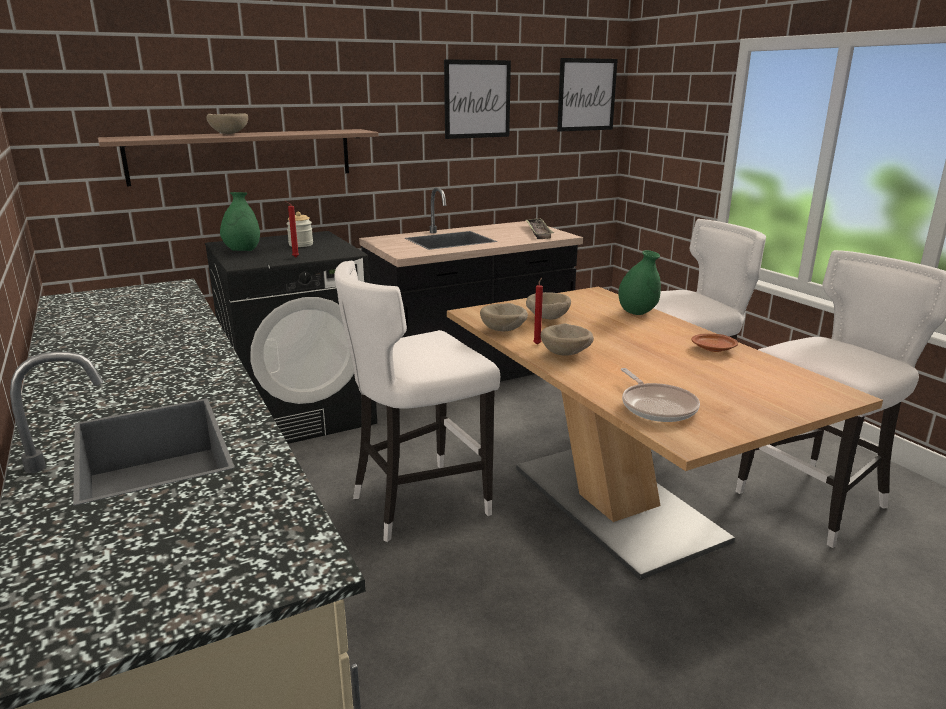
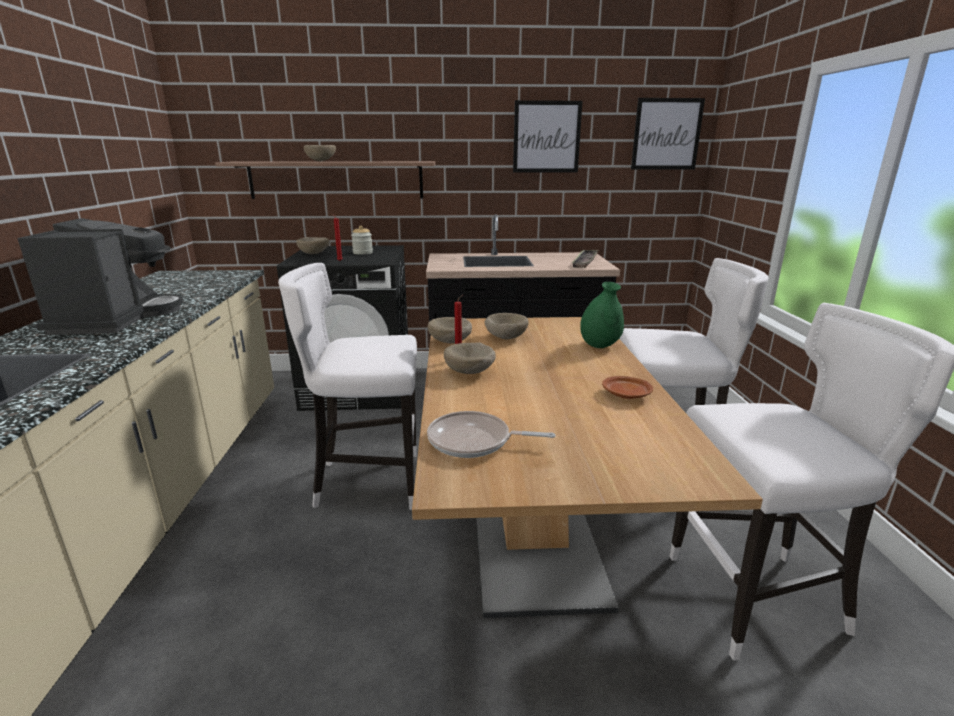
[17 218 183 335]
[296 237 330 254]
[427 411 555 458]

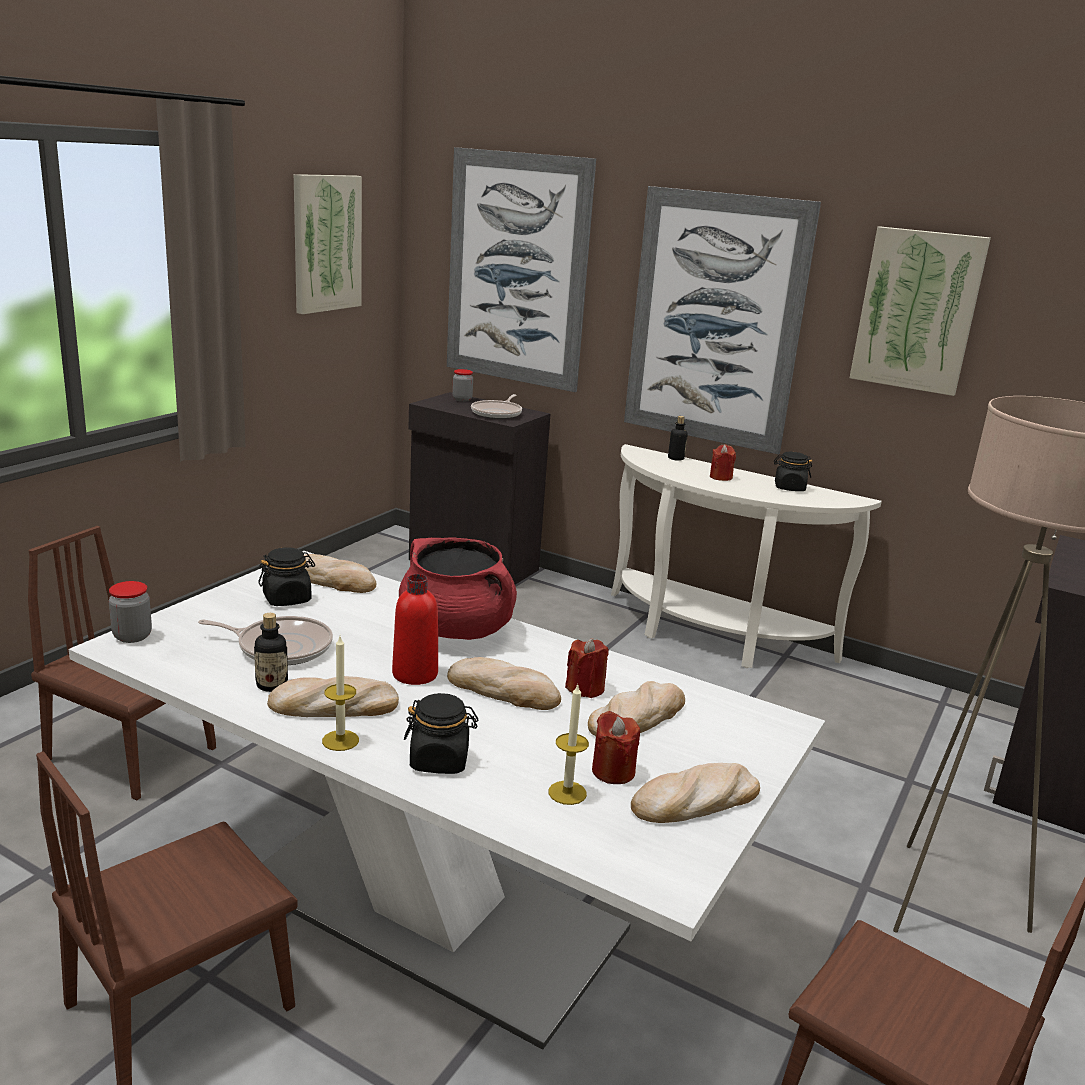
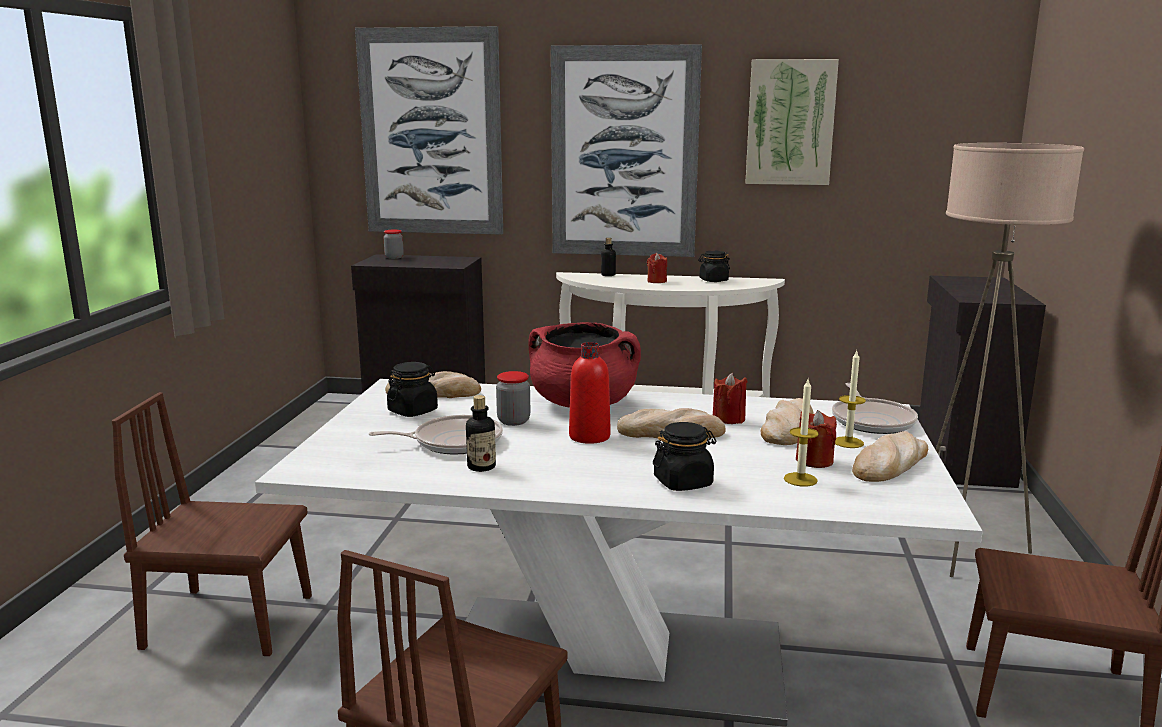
[267 676 399 717] (first image)
[294 174 362 314] (first image)
[496 371 530 426]
[835 351 866 448]
[832 383 918 434]

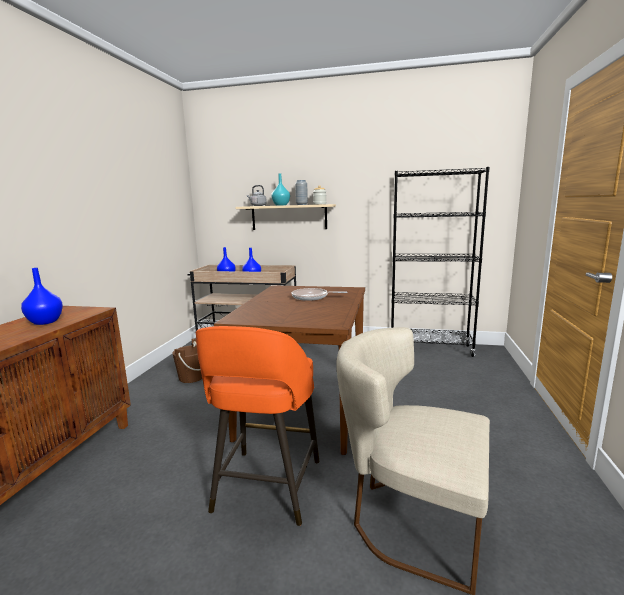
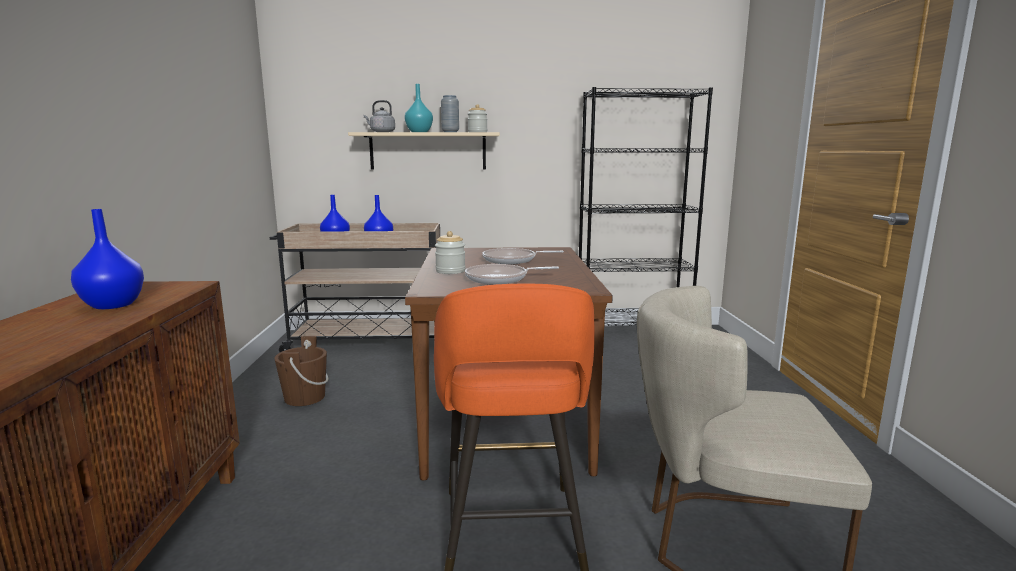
[435 231 466 274]
[465 264 559 285]

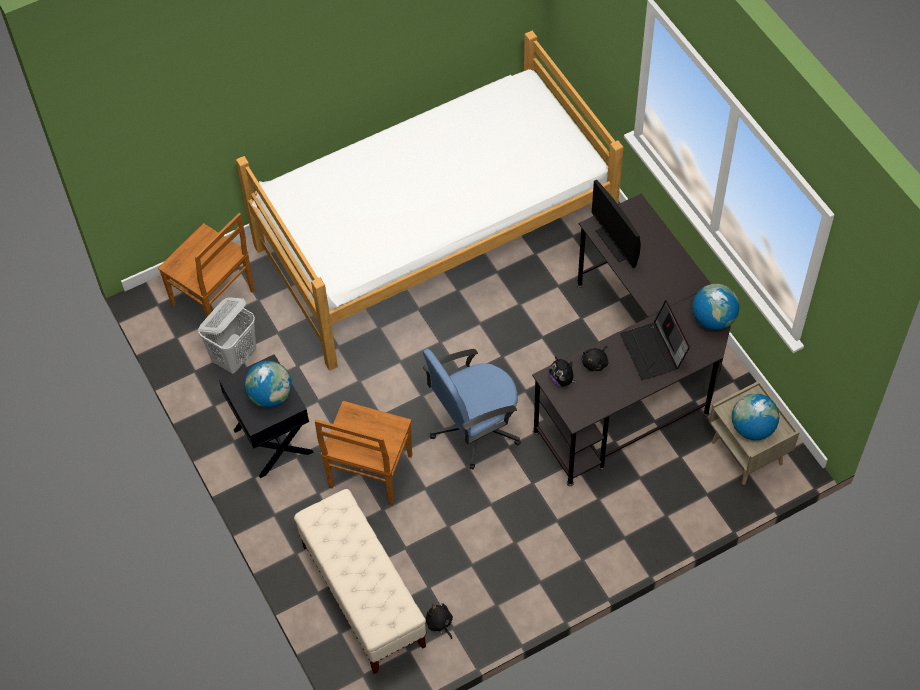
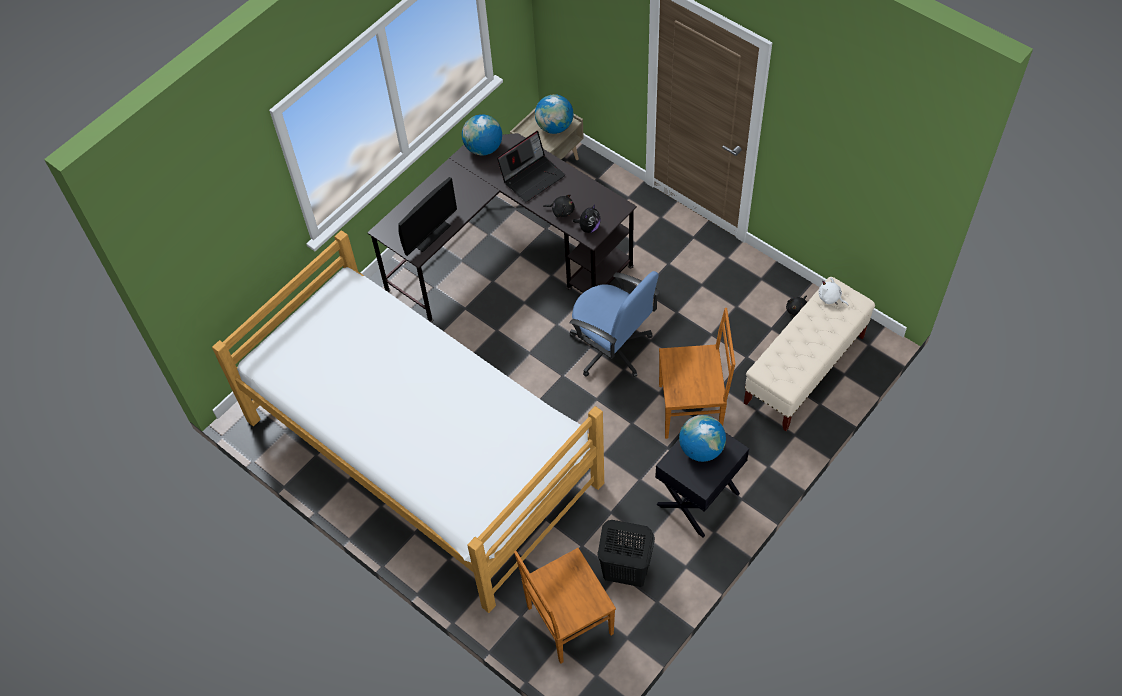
[819 278 848 306]
[597 520 655 587]
[514 548 616 664]

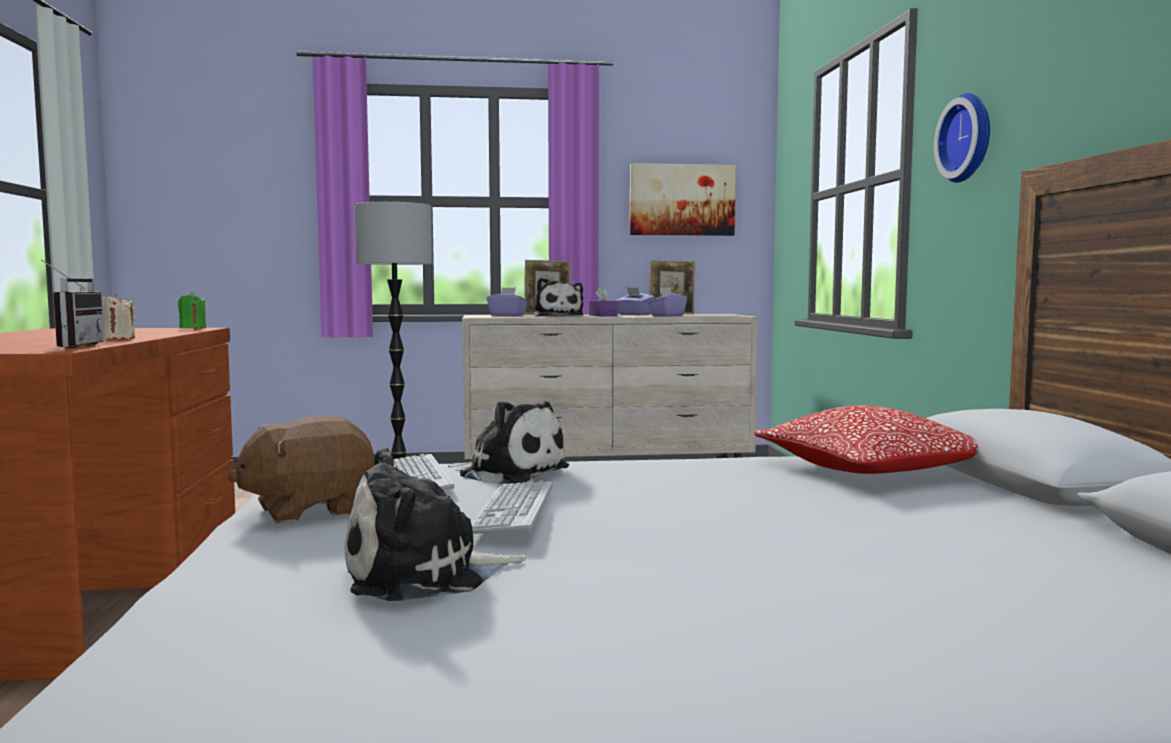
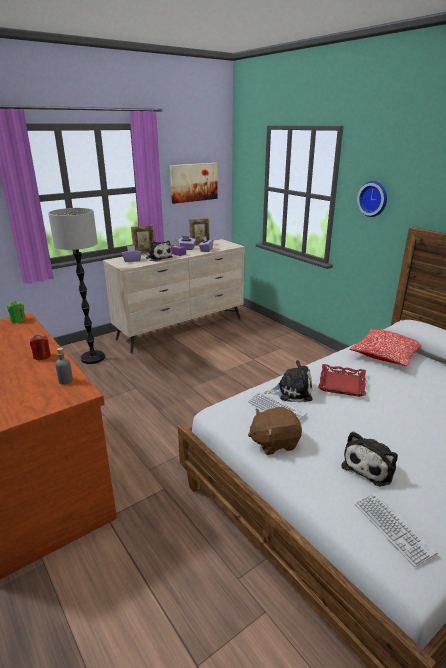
[318 364 366 397]
[355 493 438 567]
[55 348 73 385]
[30 334 51 360]
[248 407 302 455]

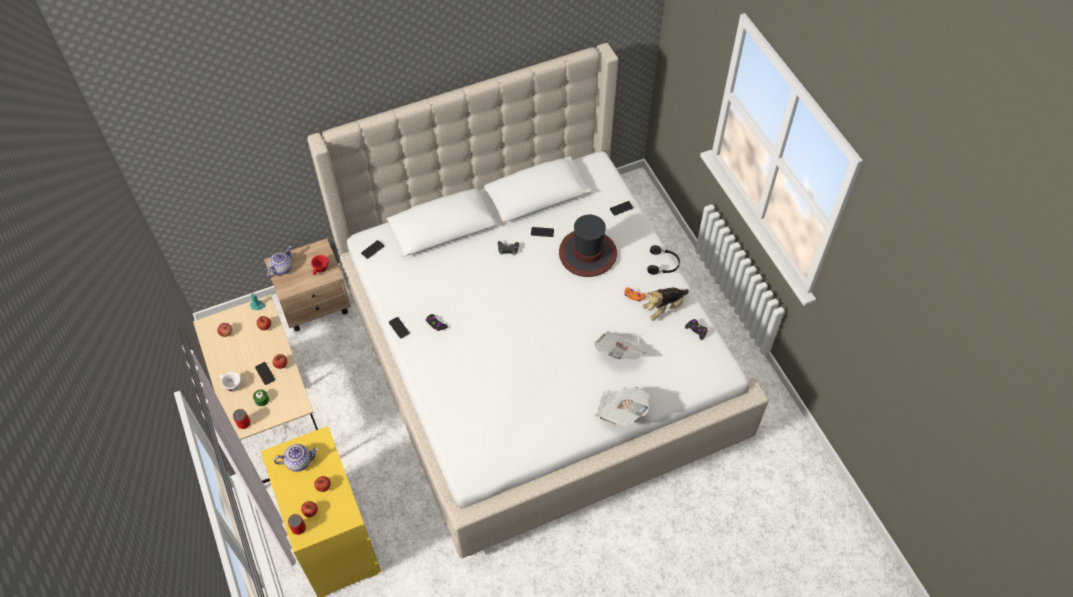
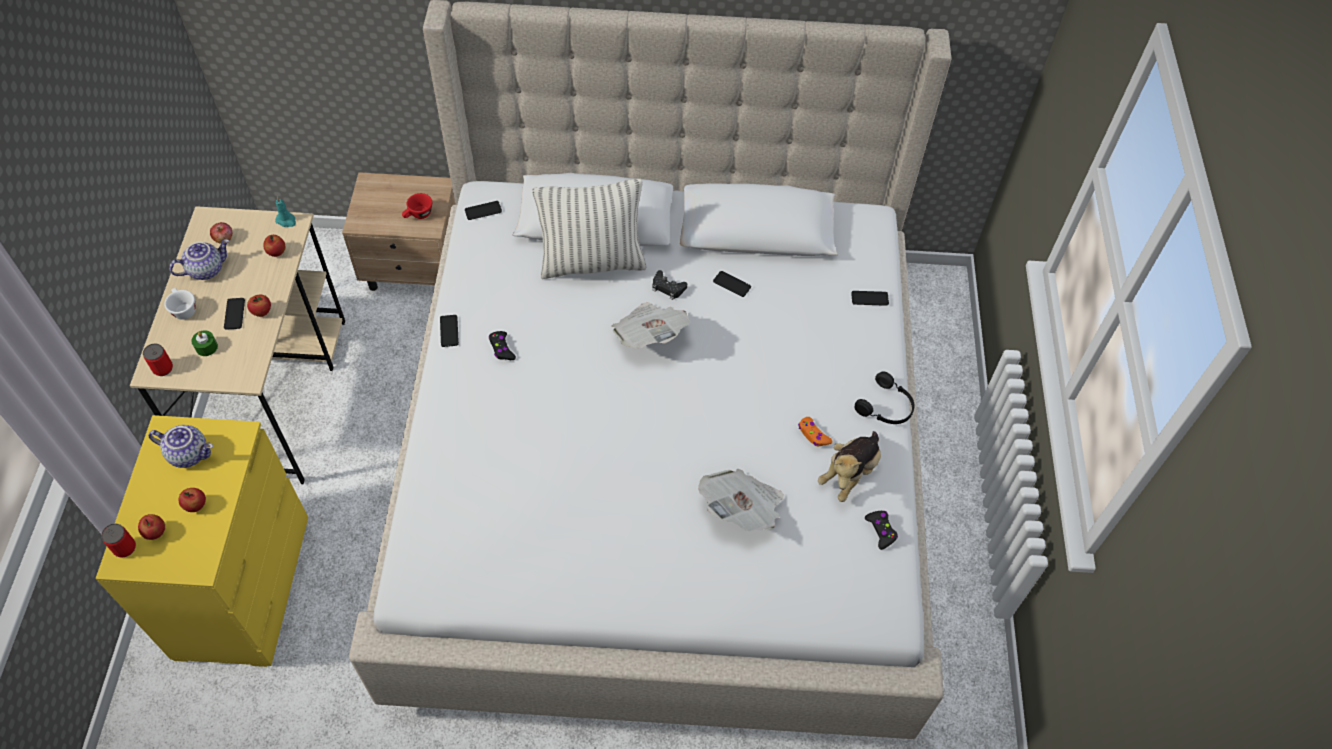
[559 215 617 277] (first image)
[532 179 646 279]
[169 239 229 280]
[611 302 691 348]
[818 431 881 502]

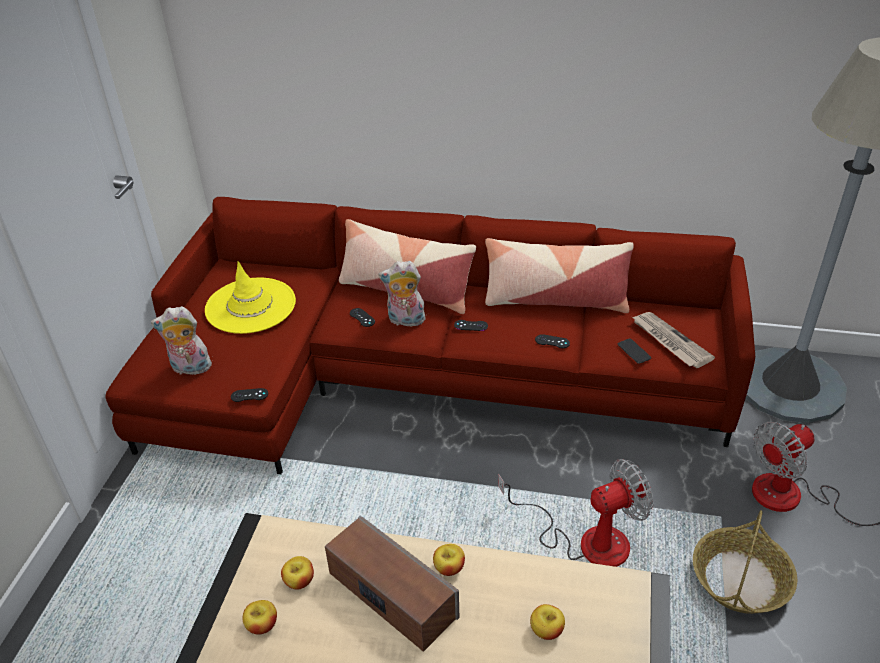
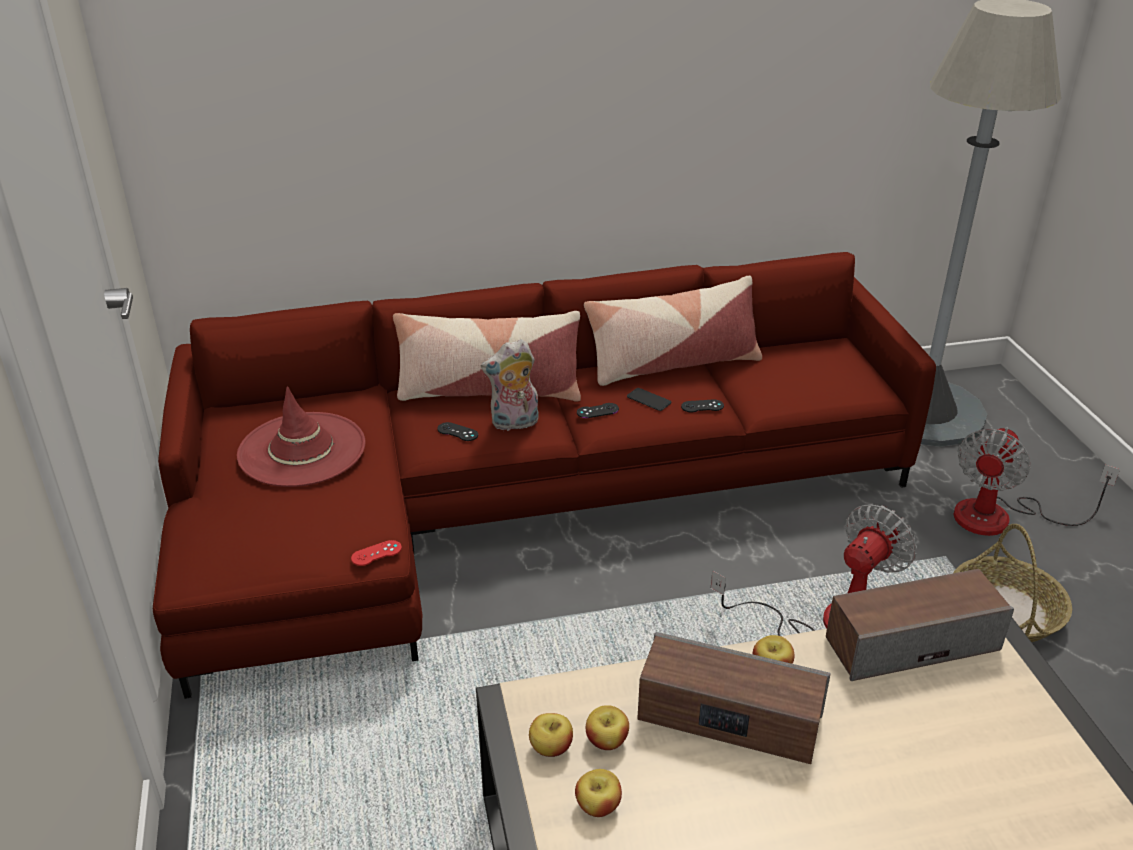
[151 306 212 375] (first image)
[632 312 715 368] (first image)
[826 569 1014 681]
[529 713 573 757]
[627 388 671 411]
[237 386 366 487]
[351 540 402 566]

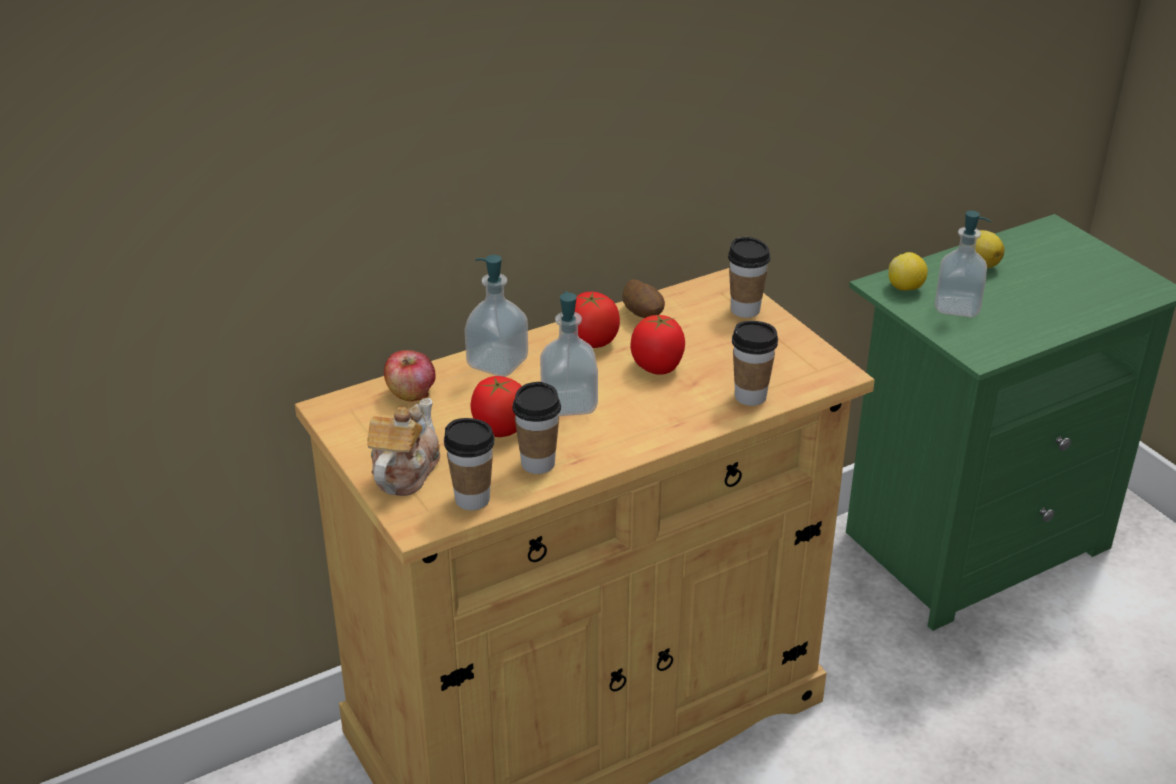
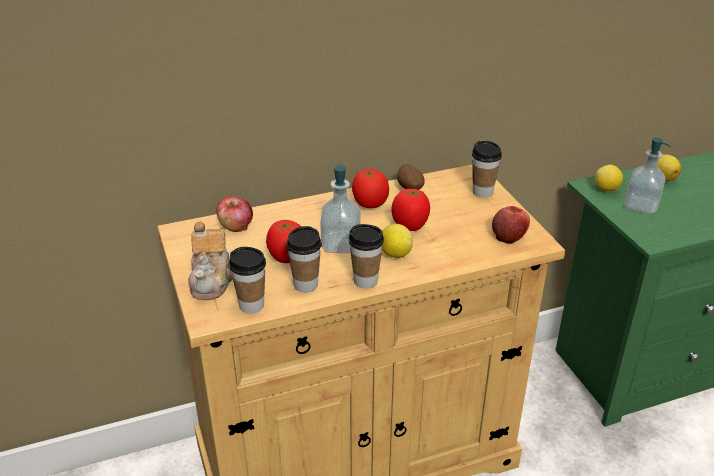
[464 255 528 377] (first image)
[382 224 413 258]
[492 206 530 244]
[349 224 384 288]
[188 221 233 300]

